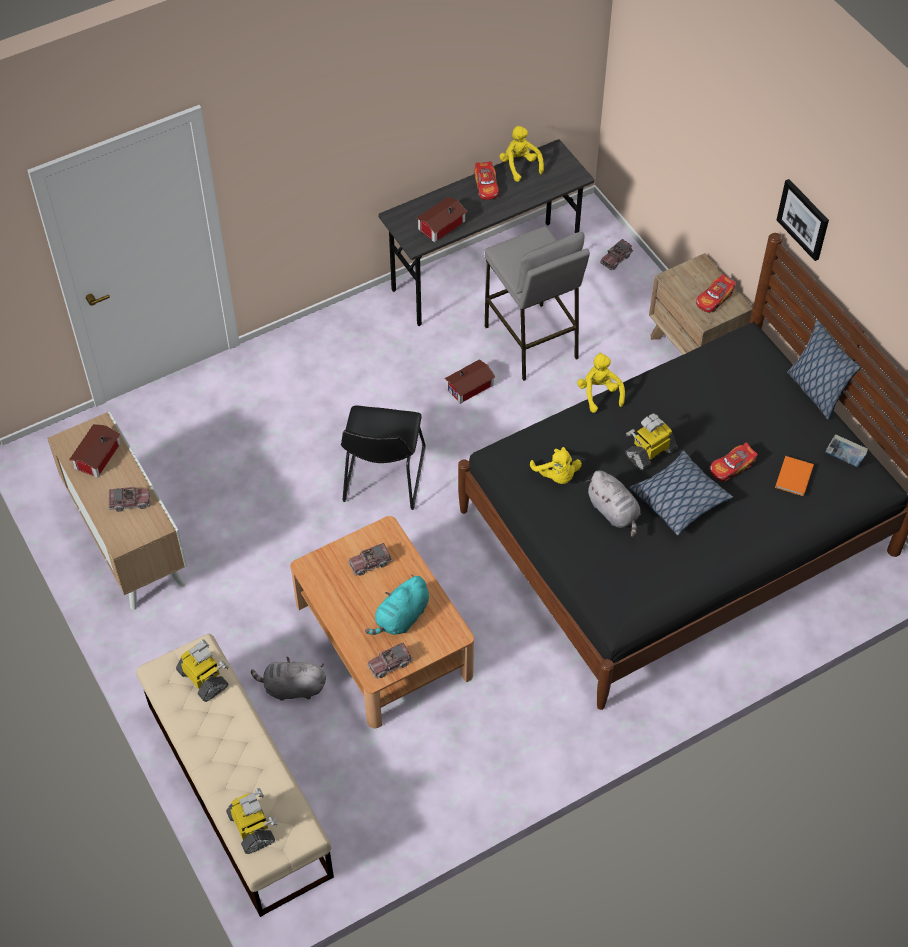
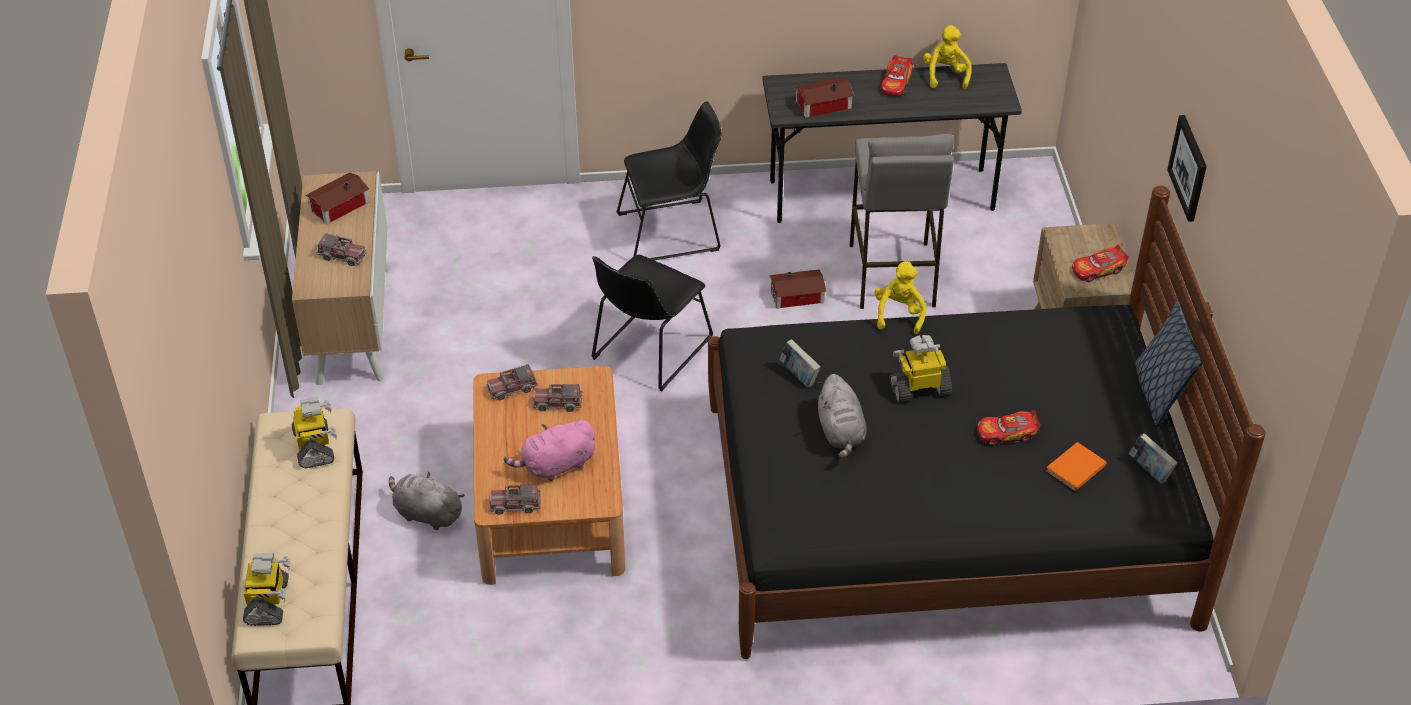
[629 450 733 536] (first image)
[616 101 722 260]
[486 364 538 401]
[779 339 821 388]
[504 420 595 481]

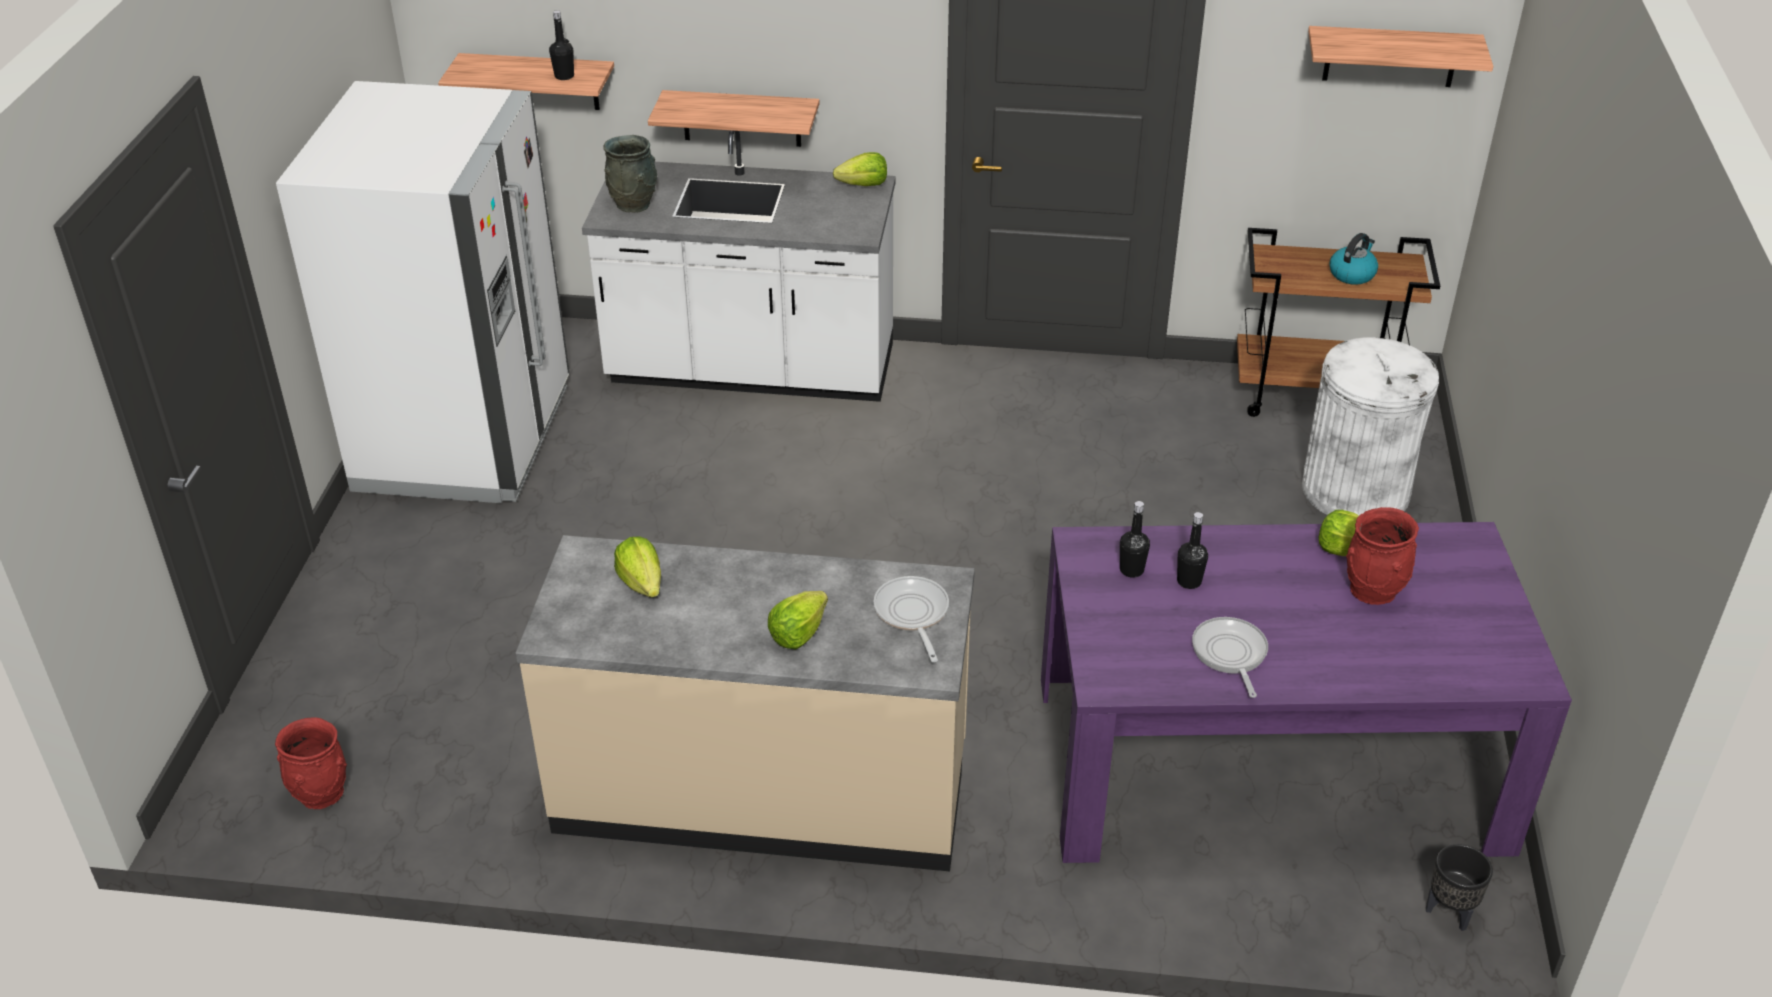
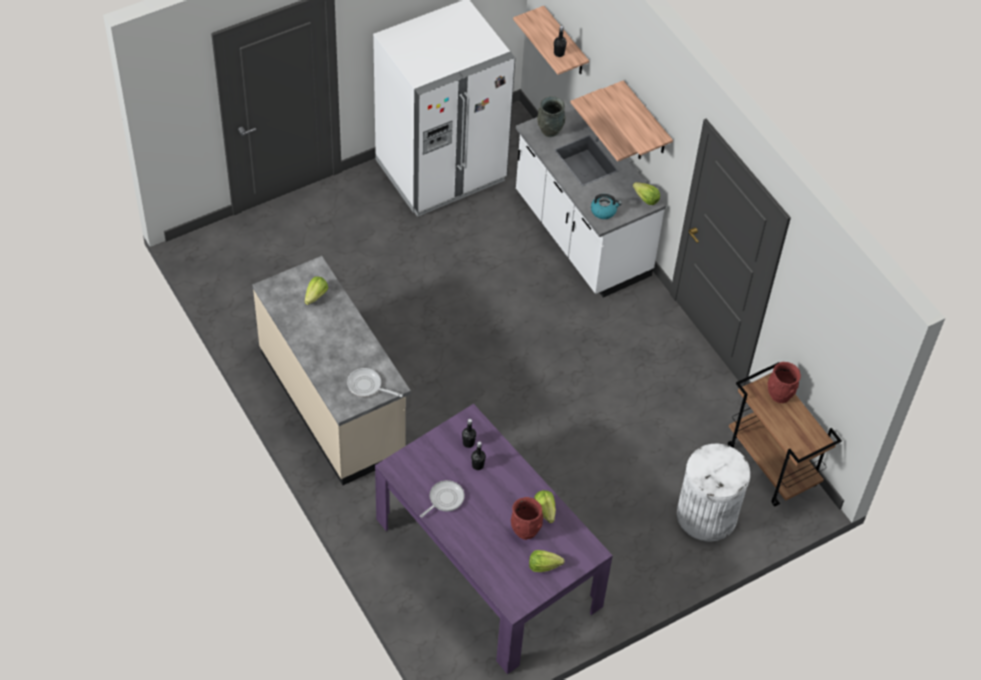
[1426 844 1493 931] (first image)
[768 362 801 403]
[529 550 565 572]
[591 80 673 156]
[591 194 622 219]
[347 368 403 397]

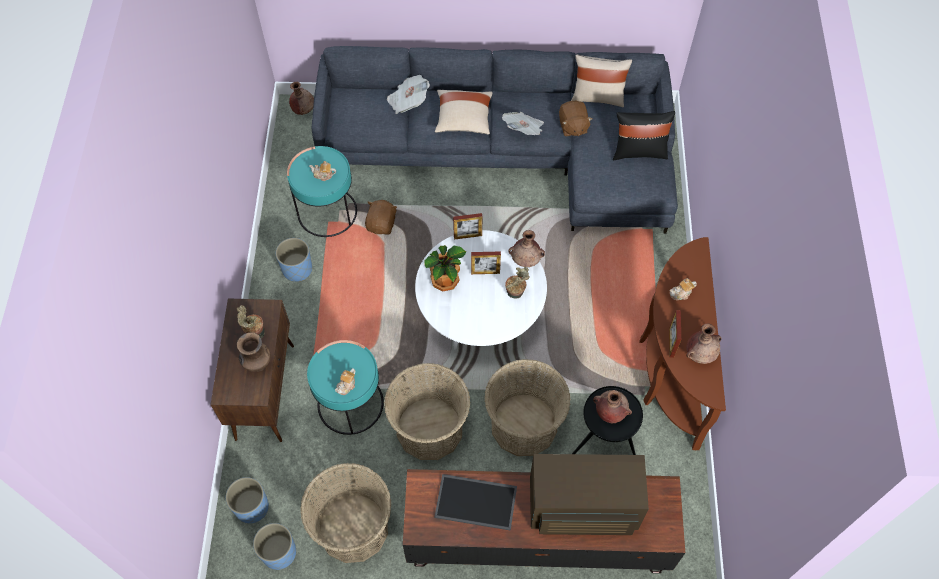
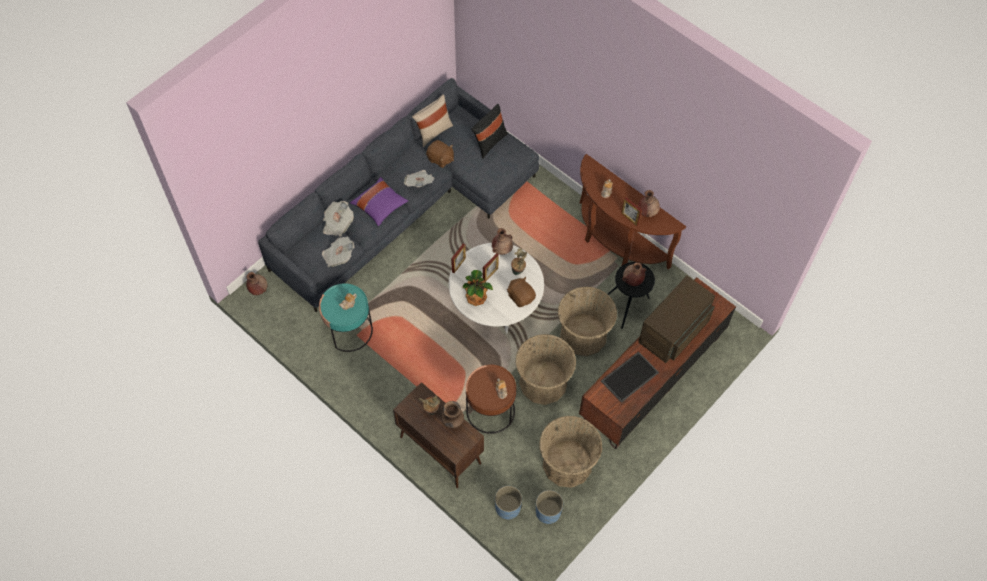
[276 238 312 282] (first image)
[322 237 355 267]
[507 277 536 307]
[466 365 516 434]
[350 177 408 226]

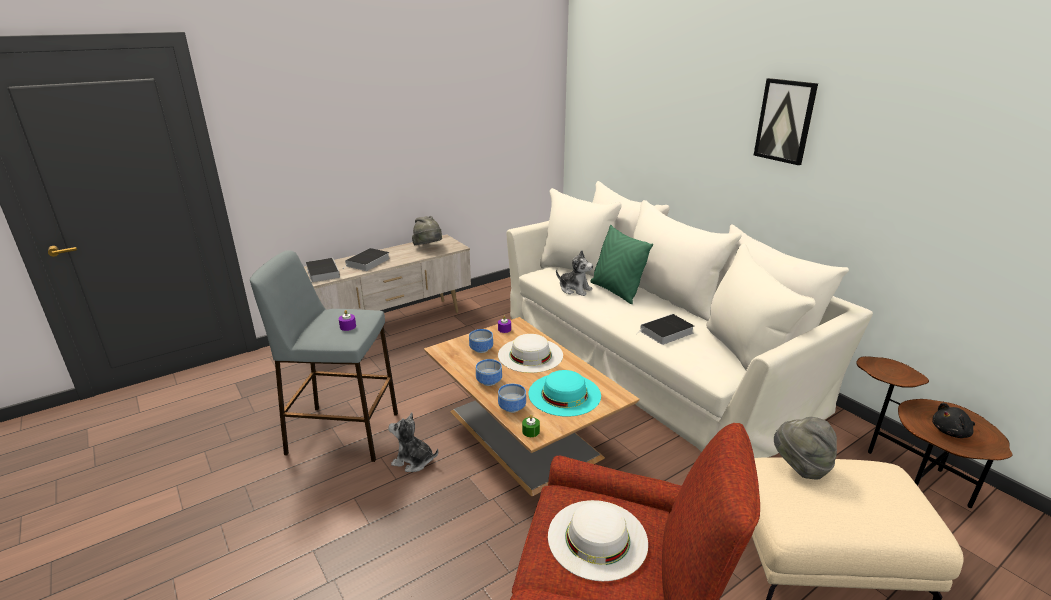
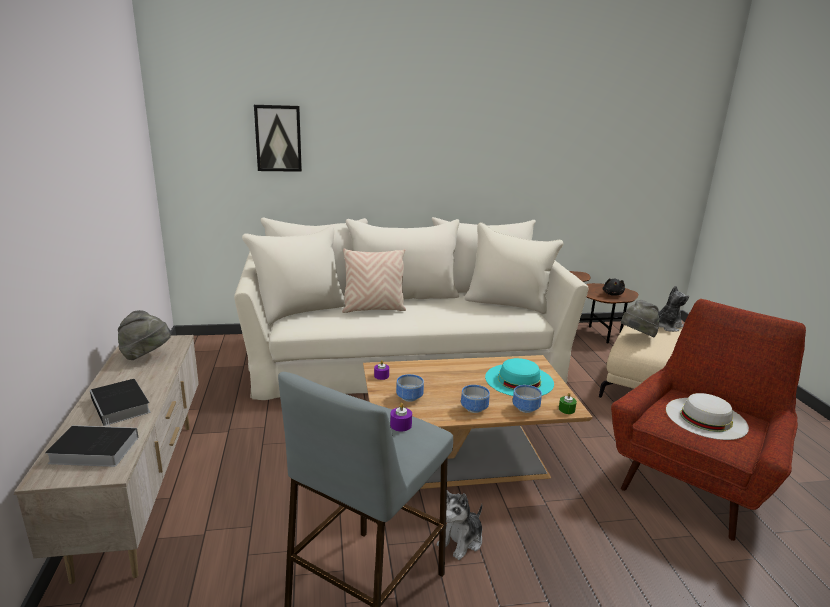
[498 334 563 373] (first image)
[636 314 694 345] (first image)
[658 285 689 332]
[254 105 302 172]
[342 248 406 313]

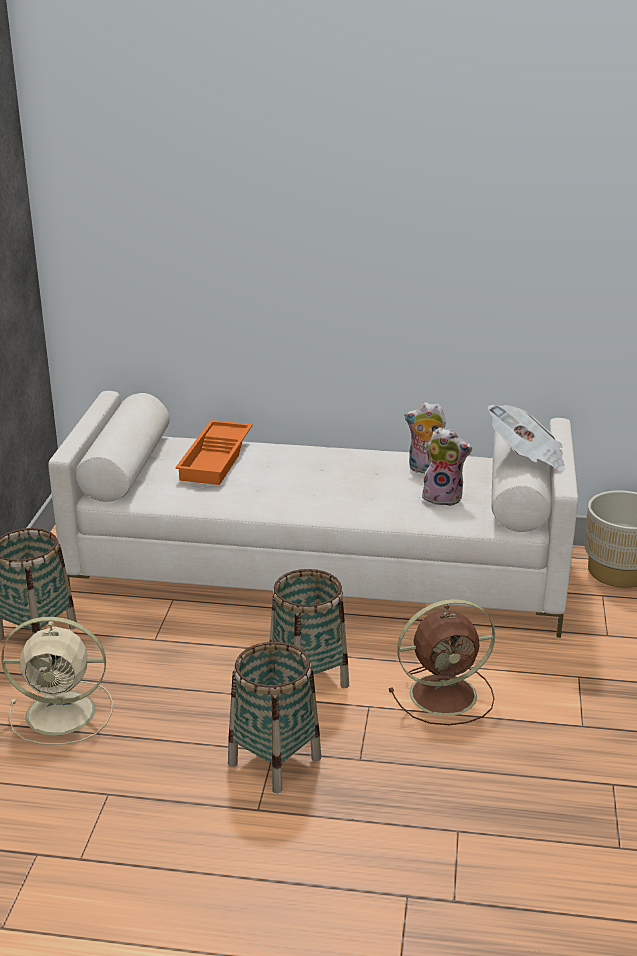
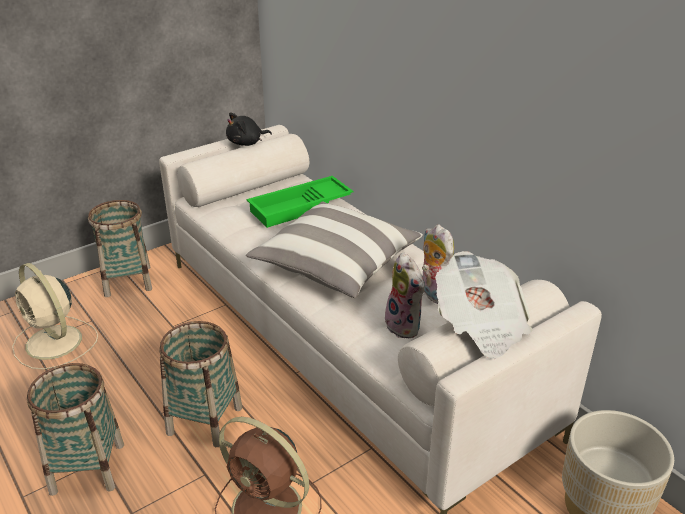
[226 112 272 146]
[246 201 423 298]
[246 176 353 228]

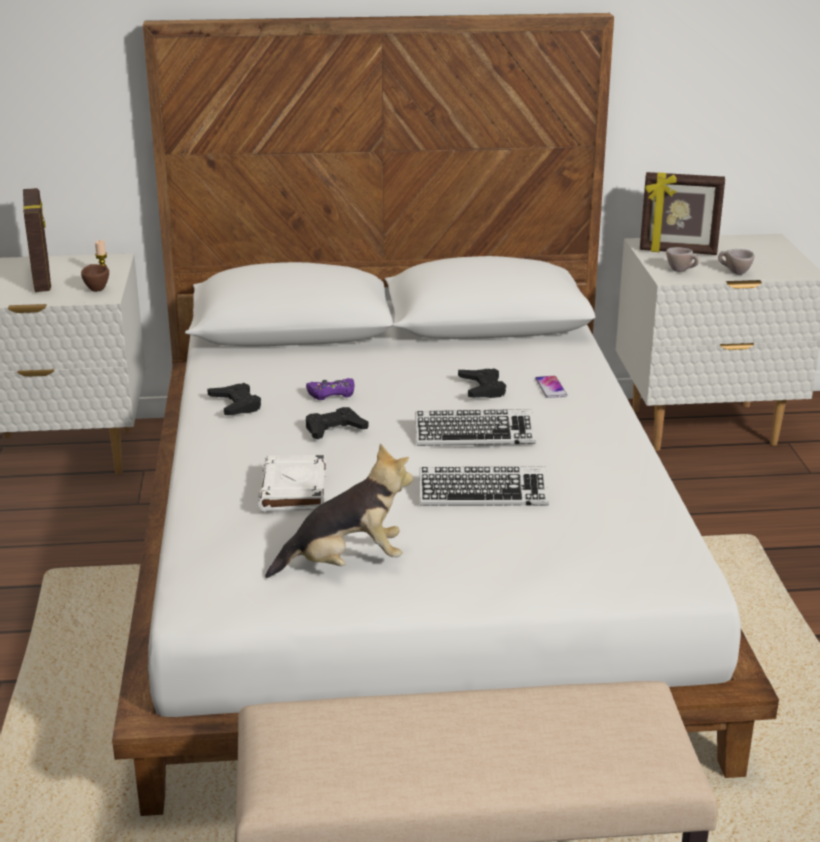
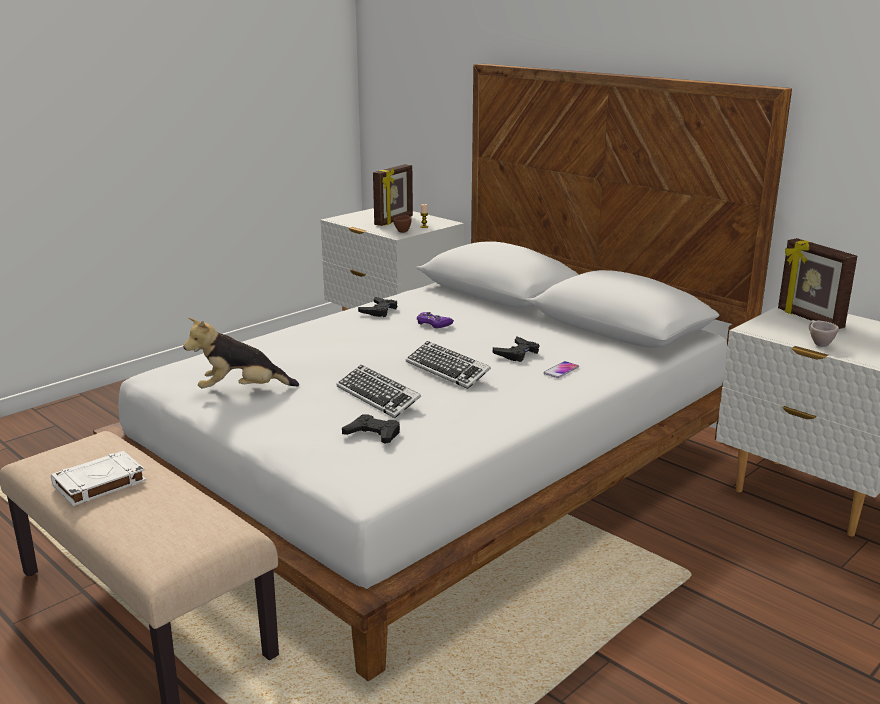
[666 247 699 272] (first image)
[51 451 146 506]
[342 415 400 444]
[183 317 299 389]

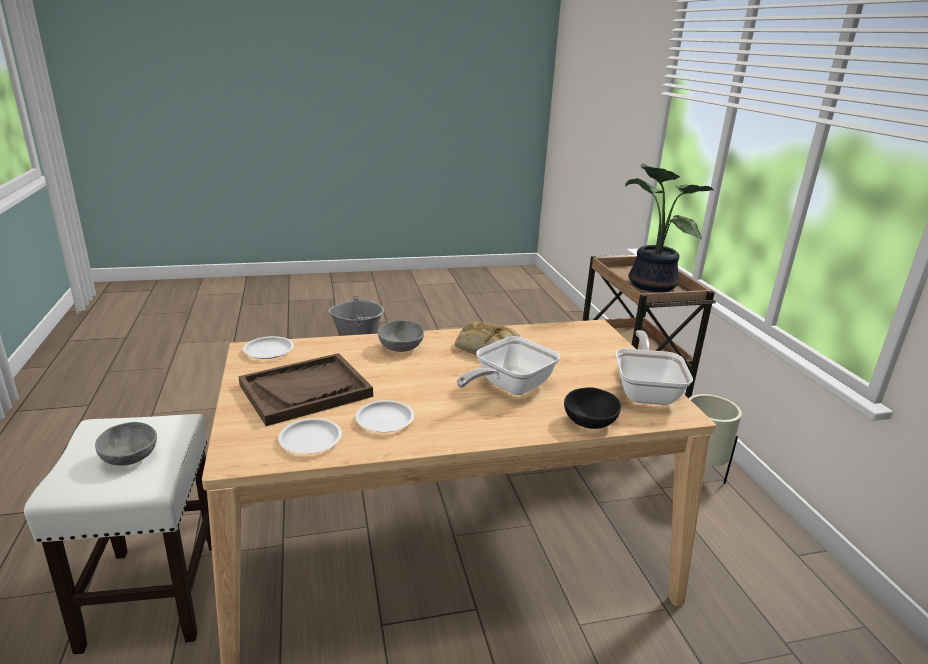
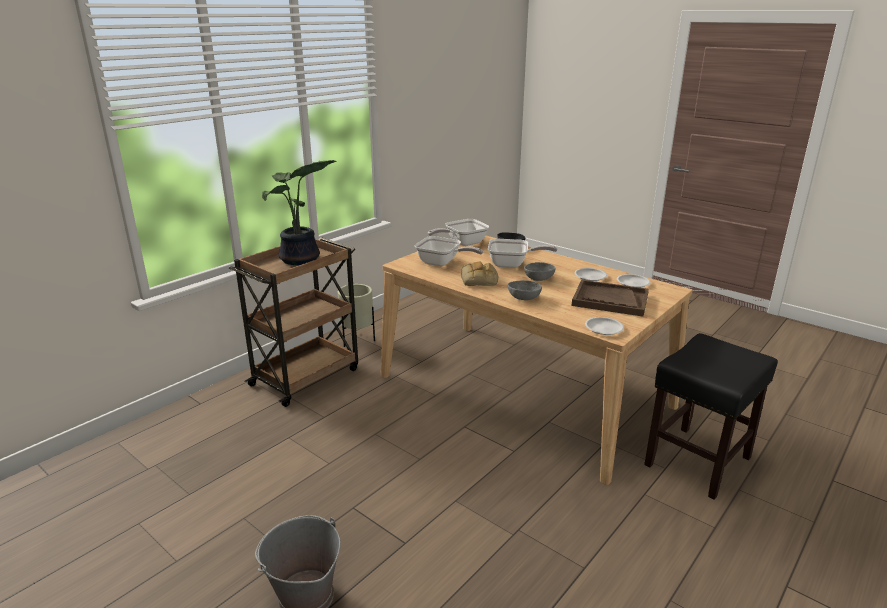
[414 236 483 266]
[524 262 556 281]
[644 333 778 500]

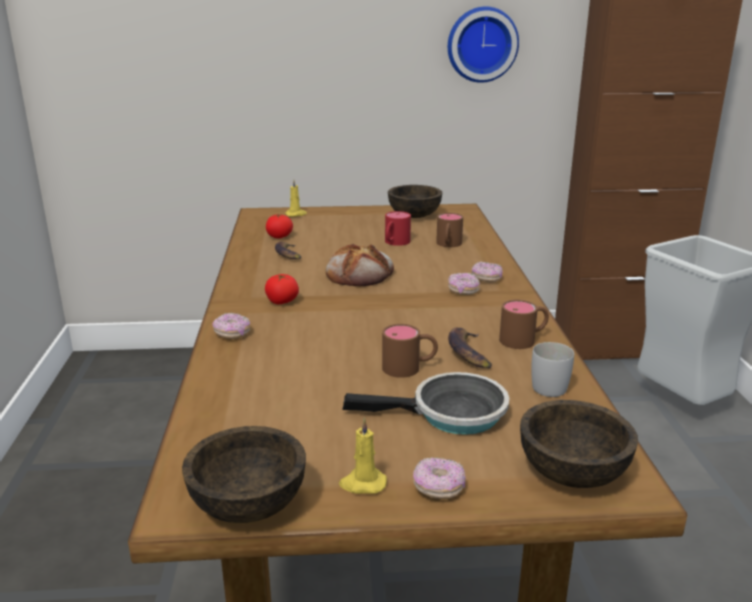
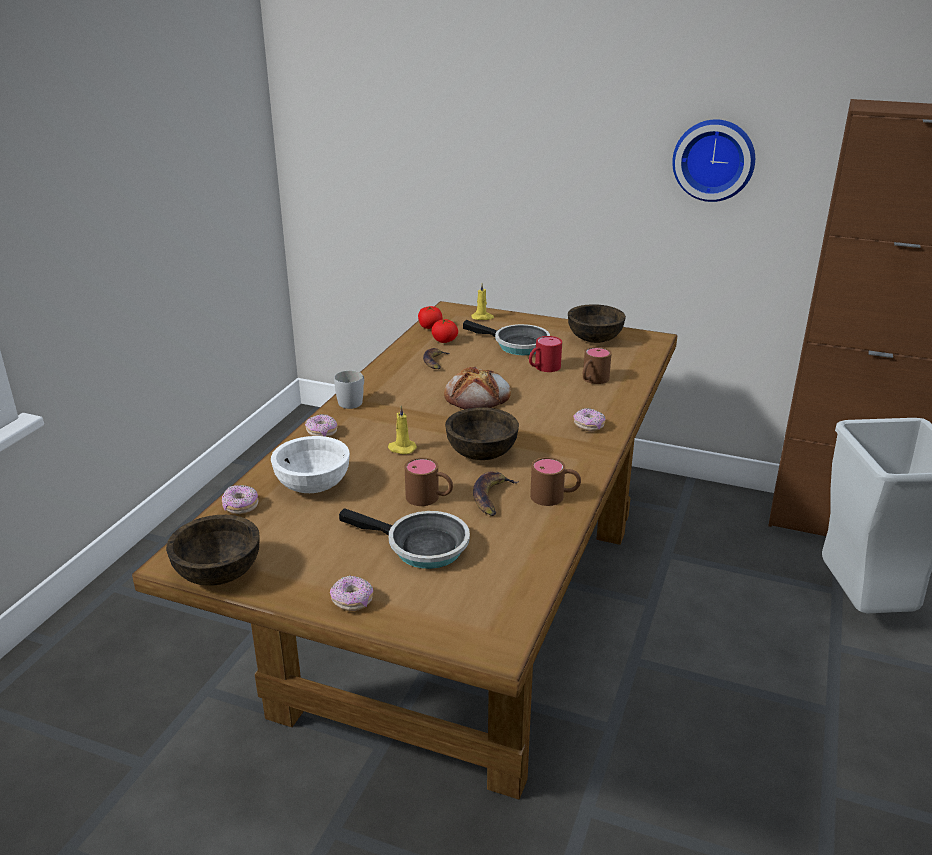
[271 436 350 493]
[463 320 550 355]
[418 306 443 329]
[388 406 417 454]
[222 485 259 514]
[445 407 519 460]
[334 370 364 409]

